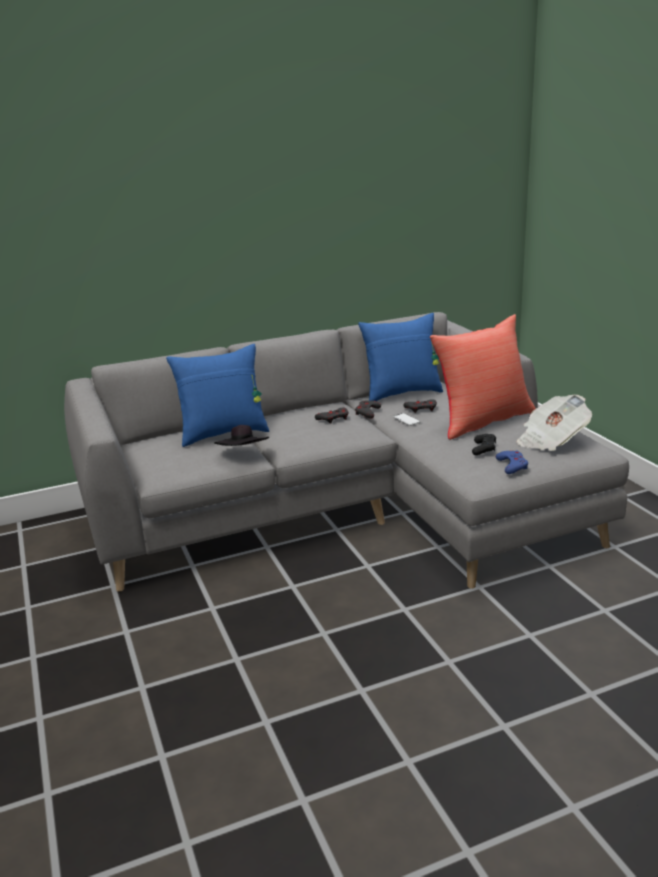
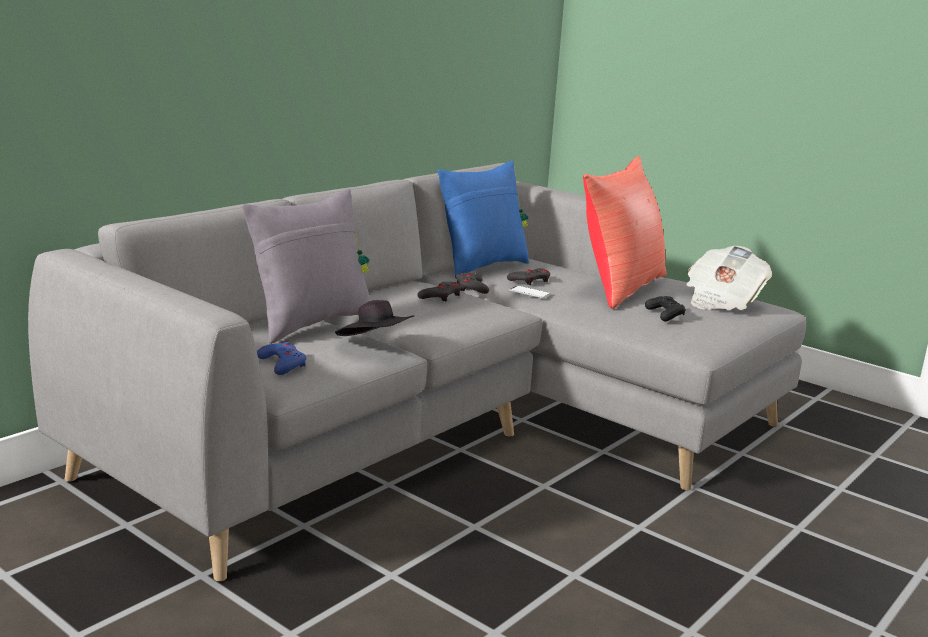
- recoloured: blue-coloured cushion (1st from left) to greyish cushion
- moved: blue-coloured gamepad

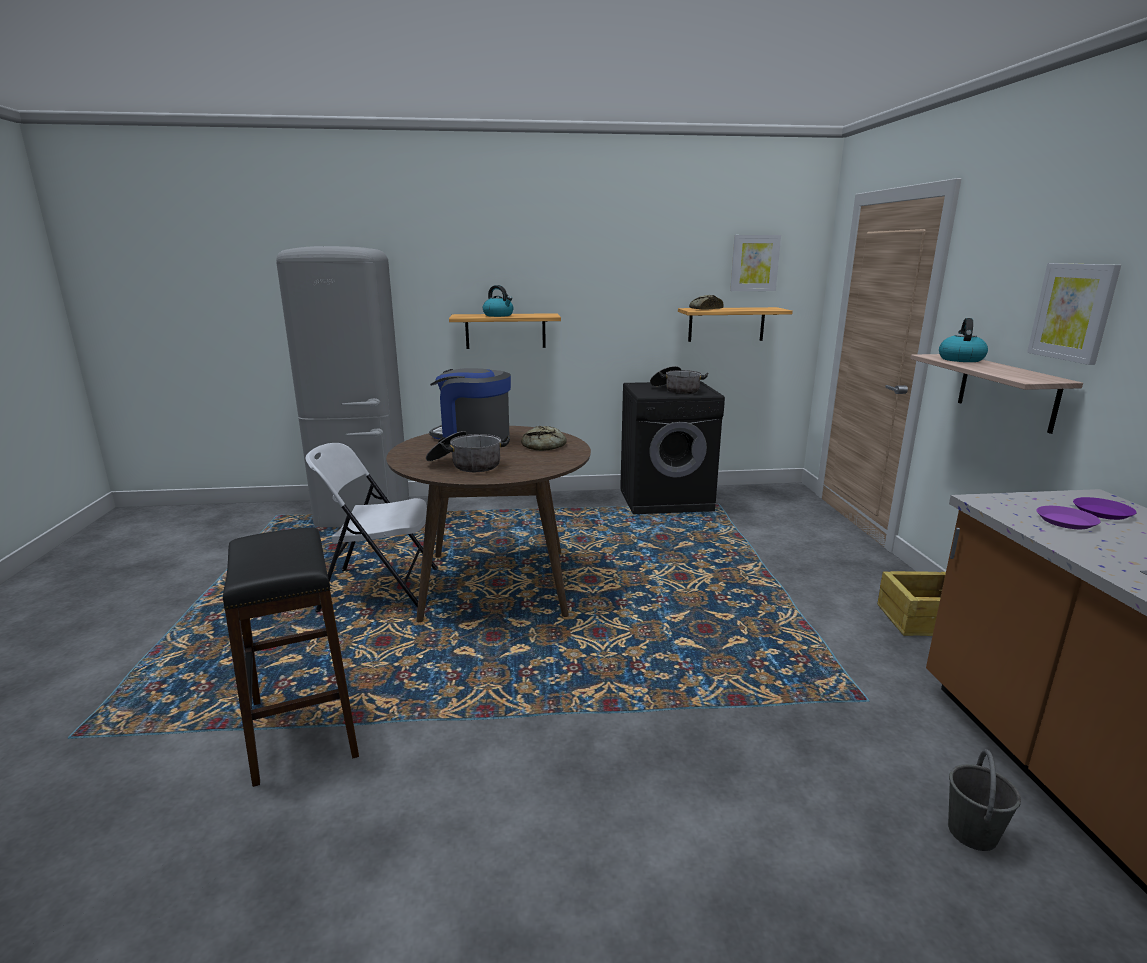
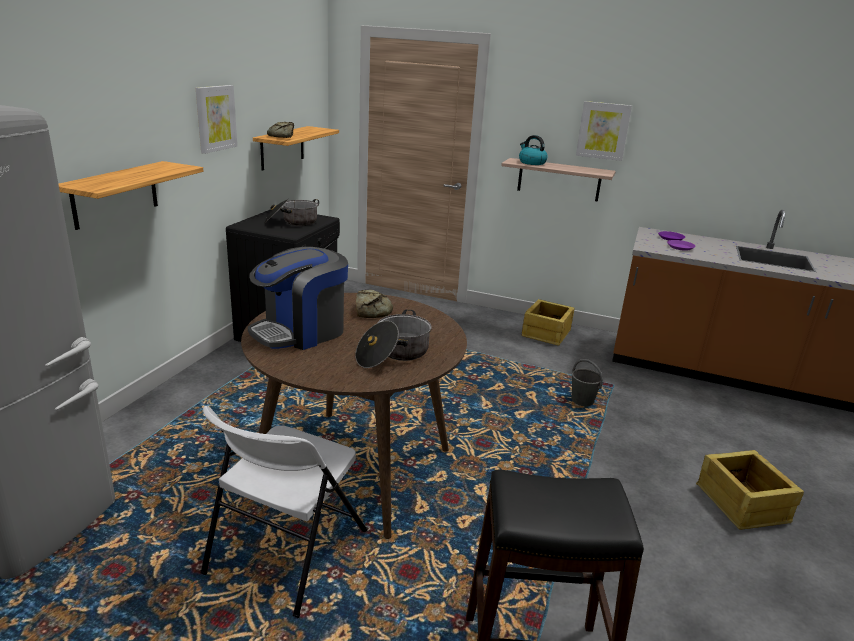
- moved: wall picture (1st from left)
- removed: water kettle (1st from left)
- moved: greyish bucket
- added: packing crate (2nd from left)

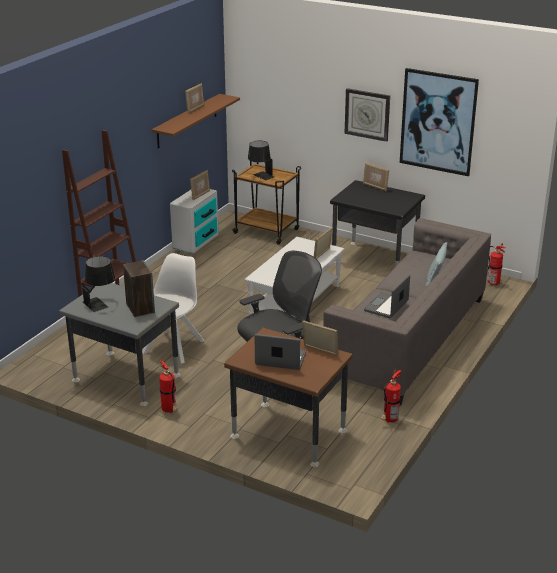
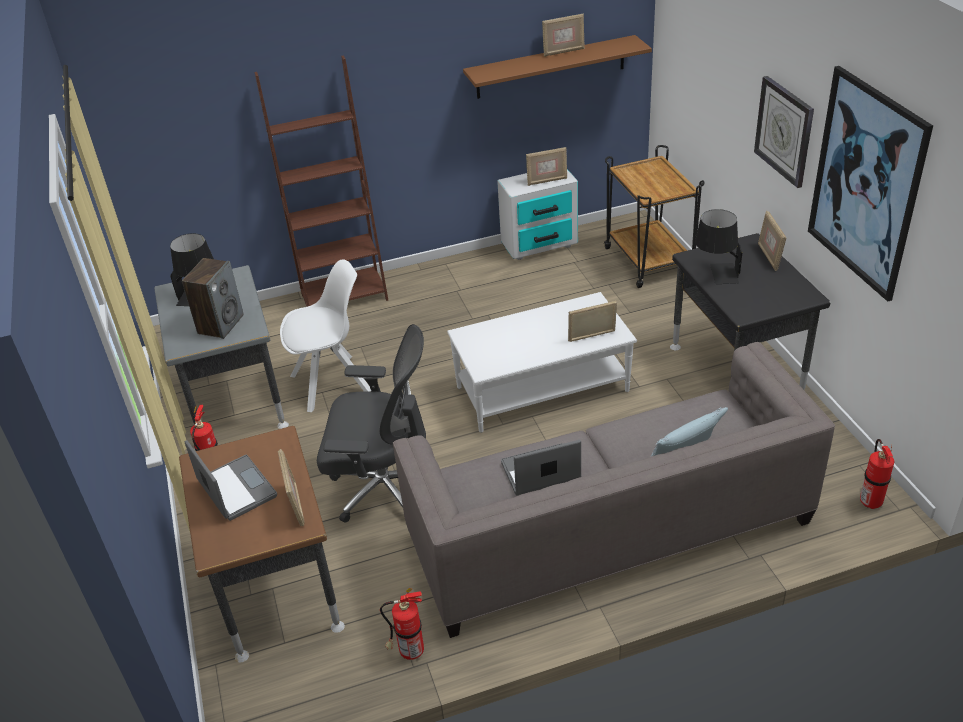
- moved: black table lamp (2nd from left)

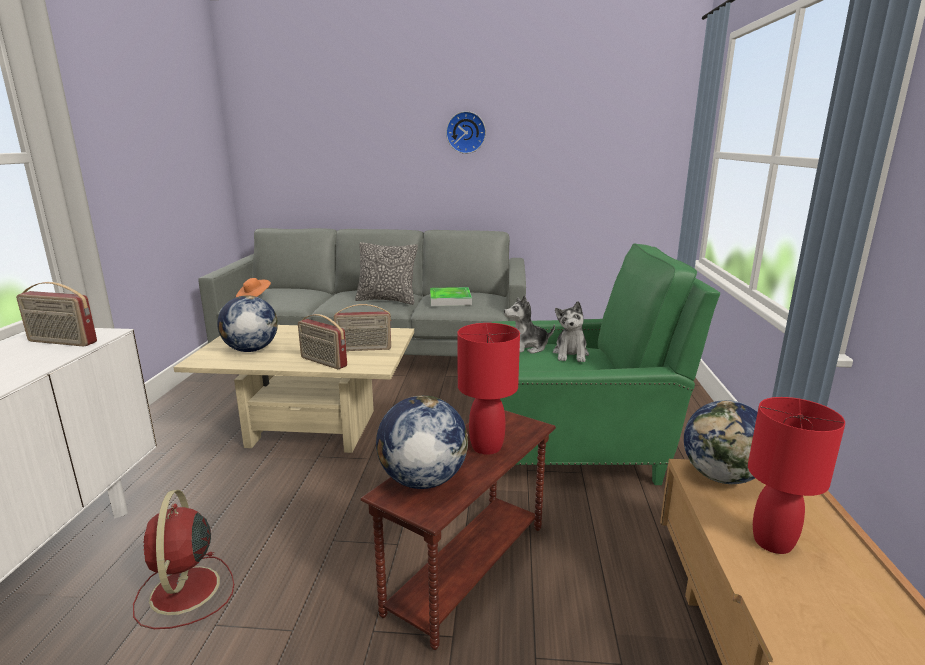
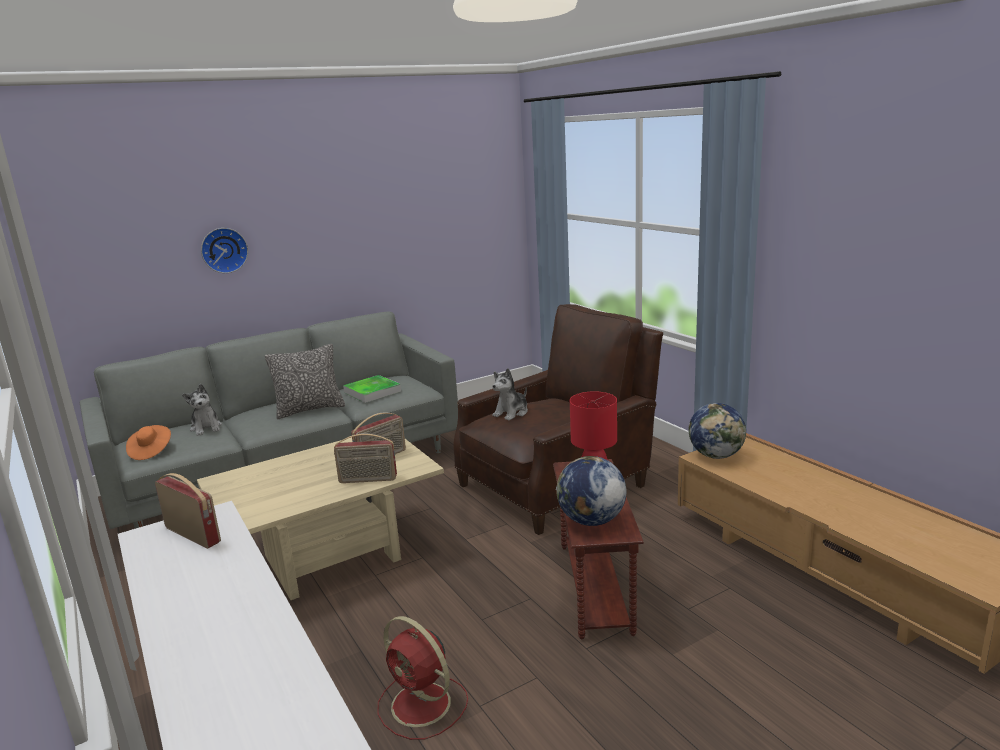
- moved: clock on the wall
- recoloured: green armchair to brown armchair
- turned: radio set (1st from left) 120 degrees counterclockwise
- removed: globe (1st from left)
- moved: plush toy (2nd from left in the first image) to plush toy (1st from left)
- removed: red-coloured table lamp (2nd from left)

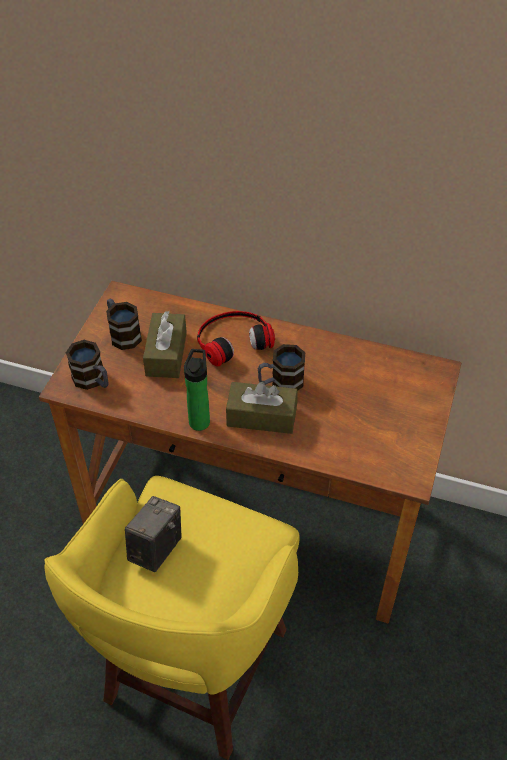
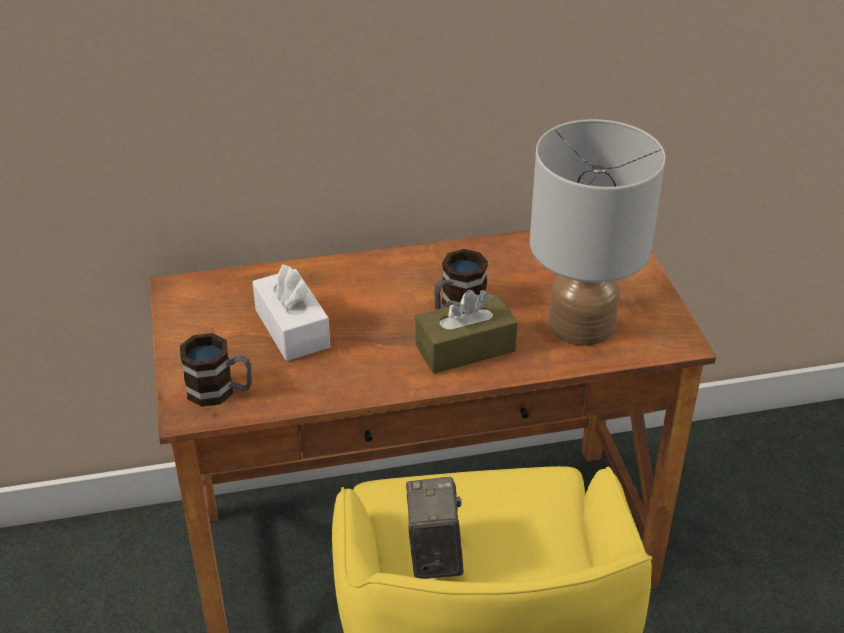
- removed: mug (2nd from left)
- recoloured: brown tissue holder (1st from left) to whitish tissue holder
- removed: headset
- removed: beverage bottle
- added: greyish table lamp

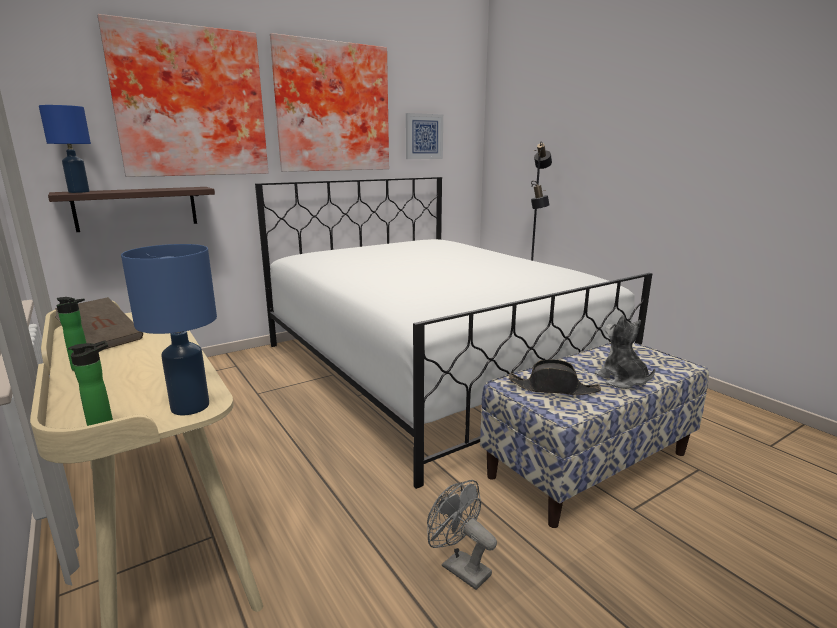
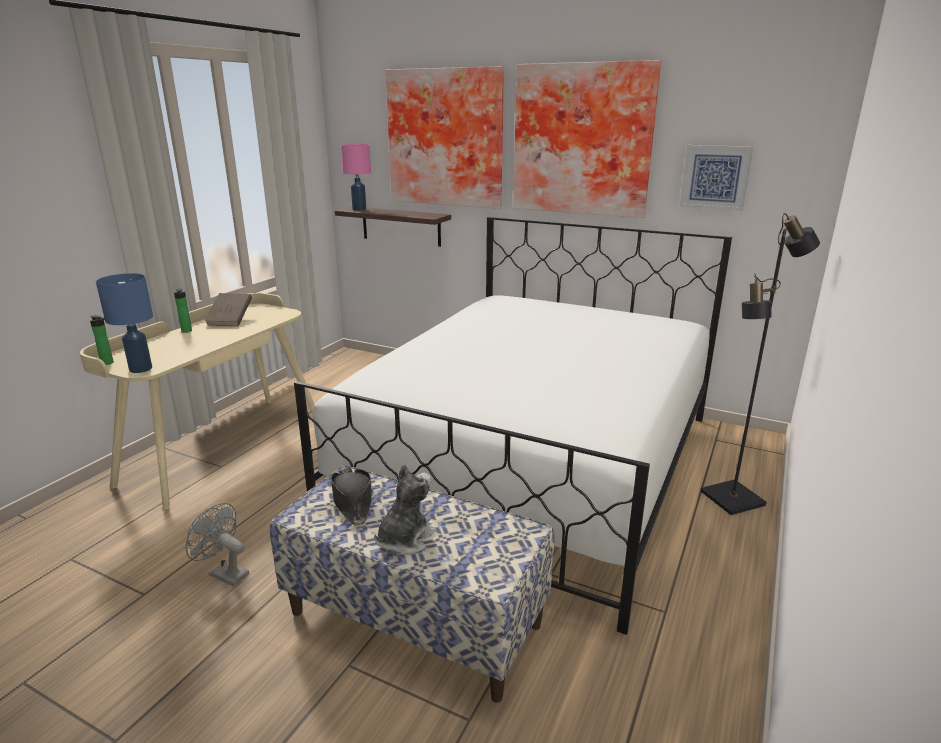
- recoloured: blue-coloured table lamp (1st from left) to pinkish table lamp
- turned: greyish cooling fan 75 degrees counterclockwise

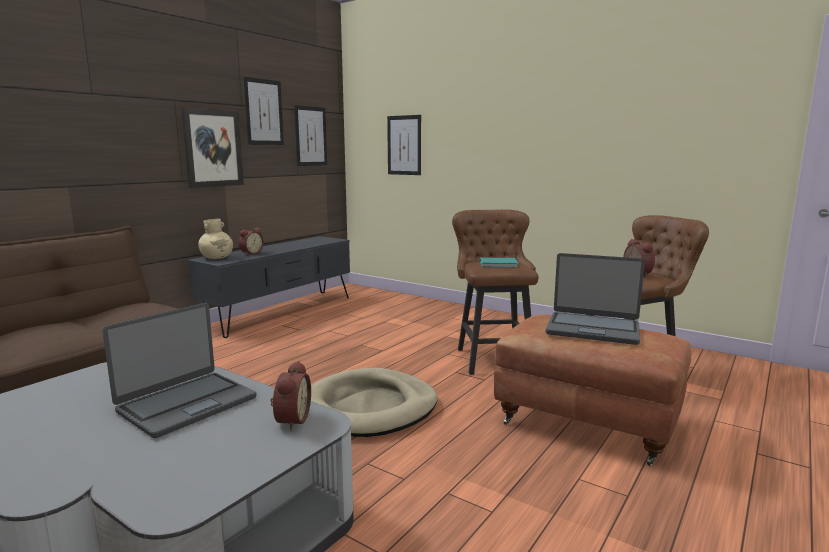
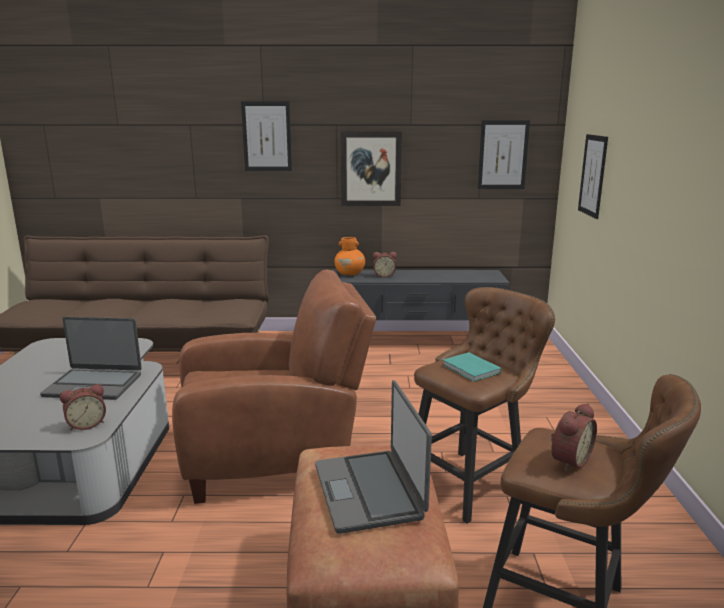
- moved: wall picture (2nd from left in the first image) to wall picture (1st from left)
- recoloured: beige-coloured vase to orange vase
- replaced: beige-coloured dog cushion to brown armchair

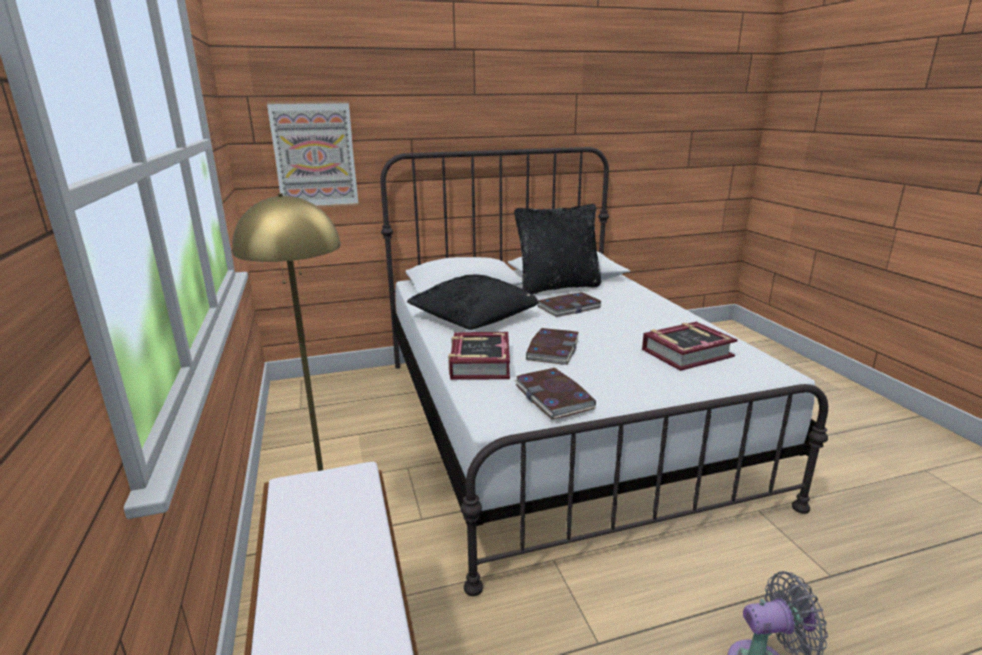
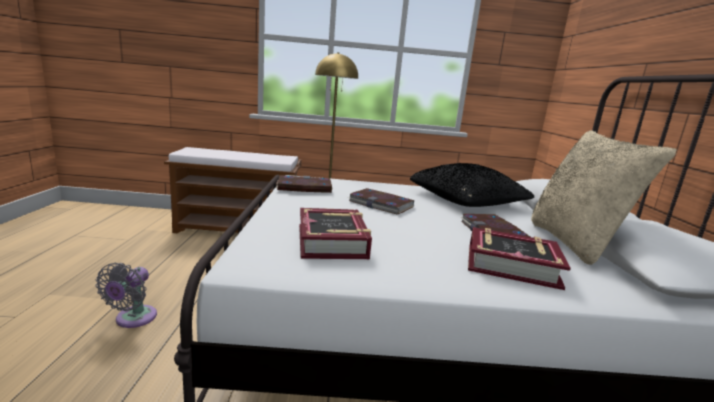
- removed: wall picture
- recoloured: black cushion (2nd from left) to beige-coloured cushion
- moved: book (1st from left in the first image) to book (5th from left)

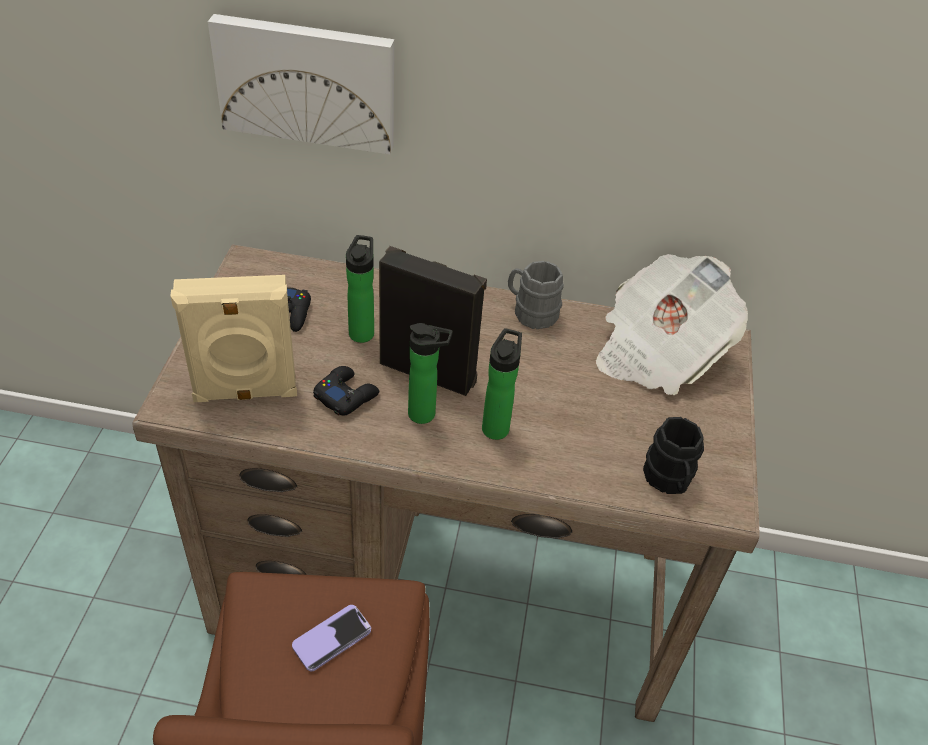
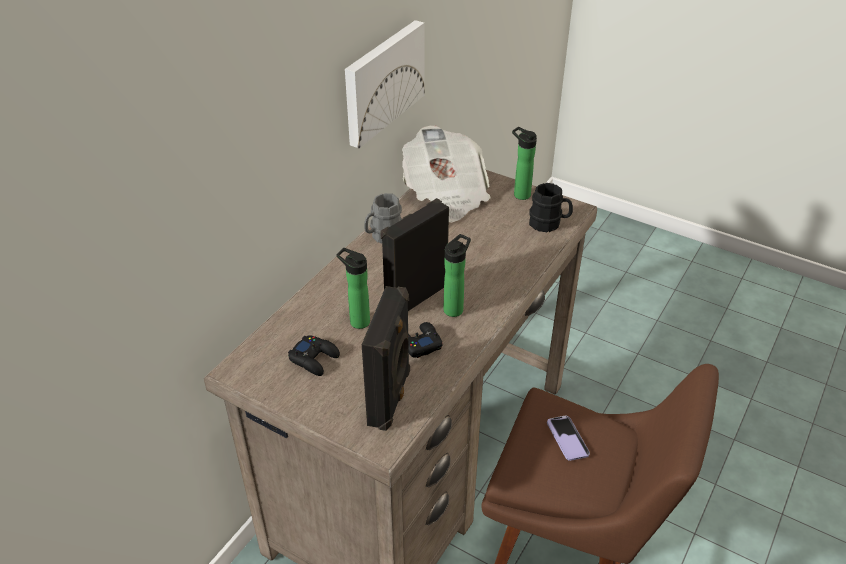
- moved: wall picture
- recoloured: beige-coloured audio speaker to black audio speaker (1st from left)
- moved: beverage bottle (3rd from left)

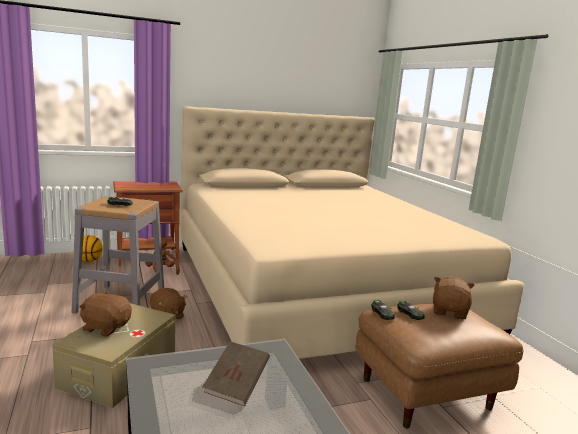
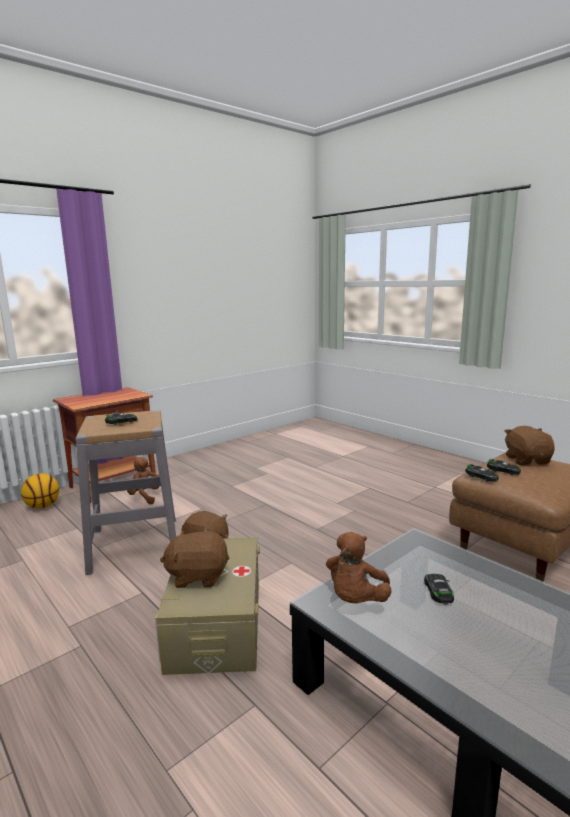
- removed: beige-coloured bed
- replaced: brown book to model car (2nd from left)
- added: brown plush toy (4th from left)

